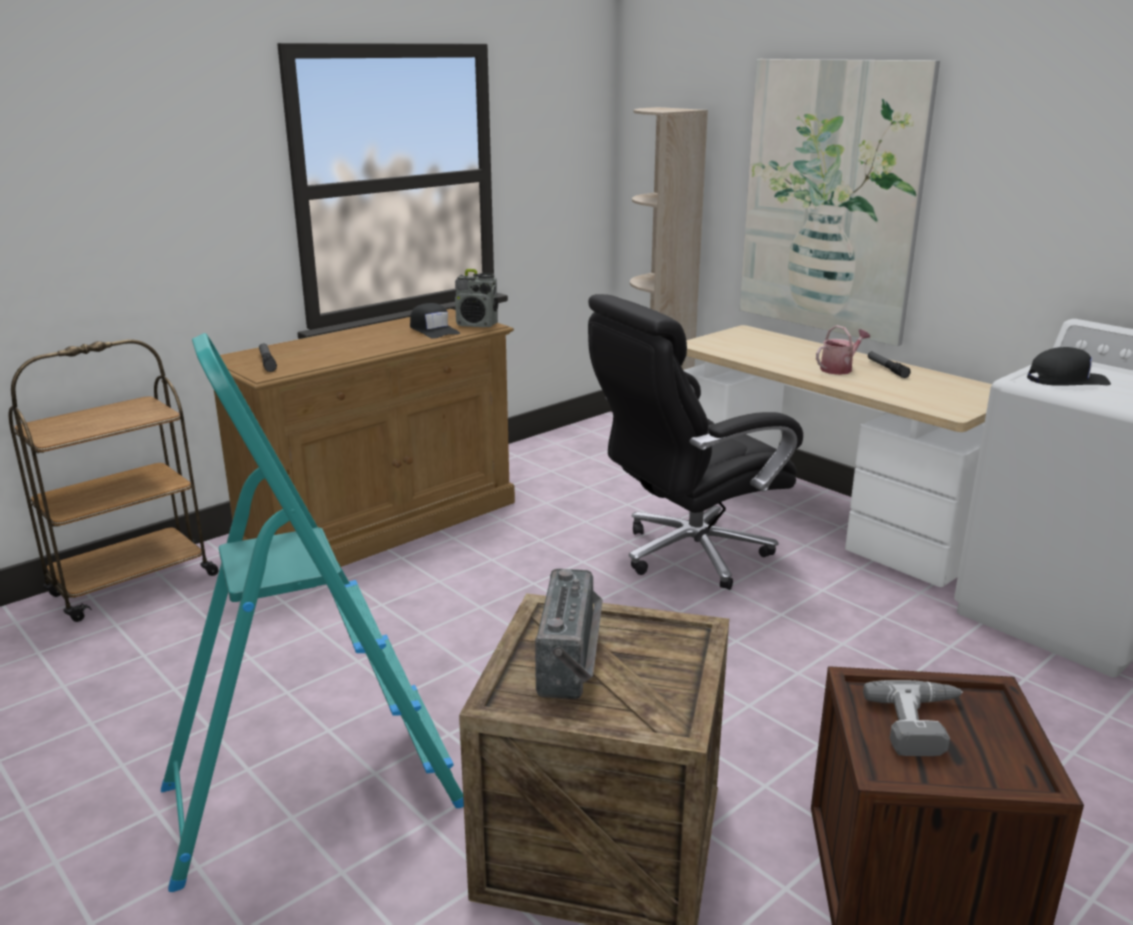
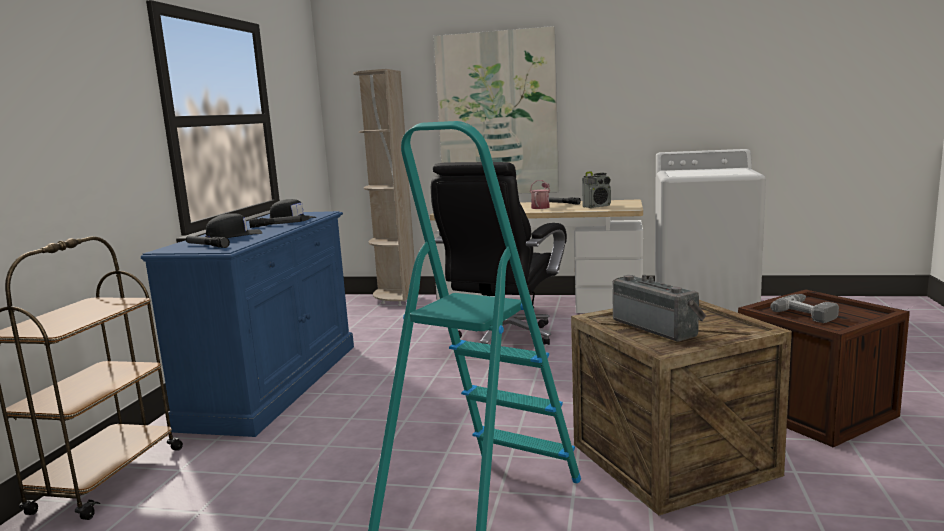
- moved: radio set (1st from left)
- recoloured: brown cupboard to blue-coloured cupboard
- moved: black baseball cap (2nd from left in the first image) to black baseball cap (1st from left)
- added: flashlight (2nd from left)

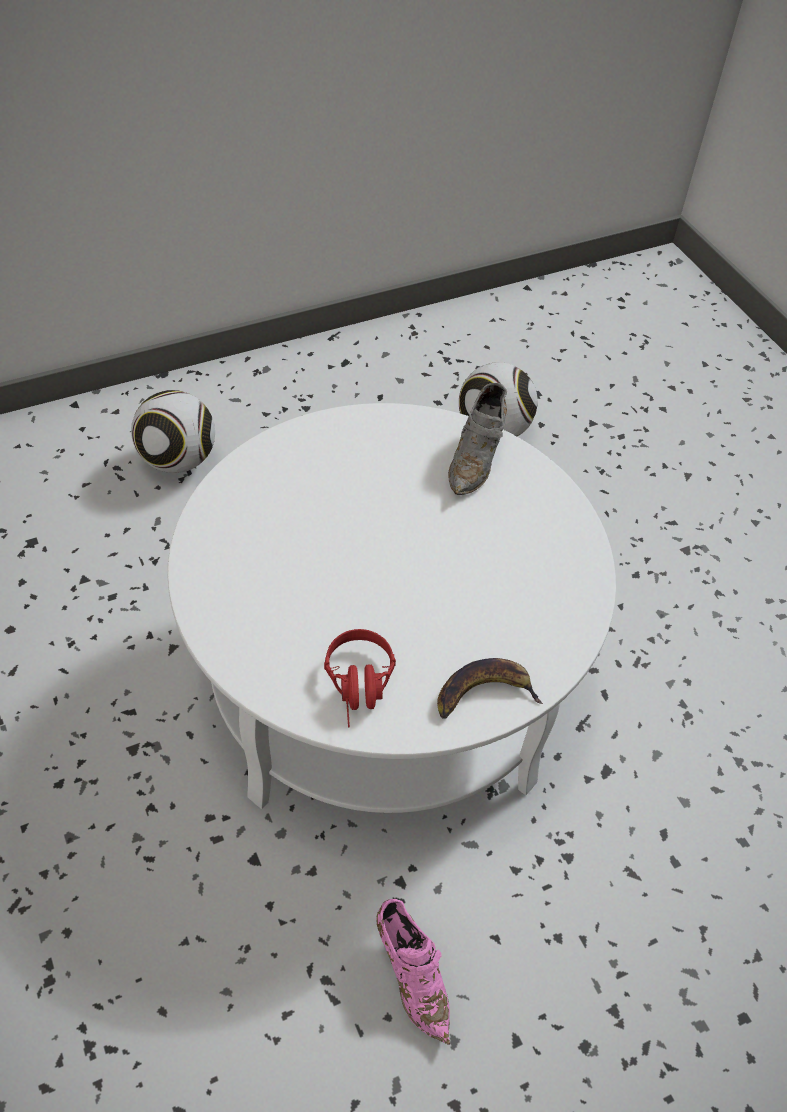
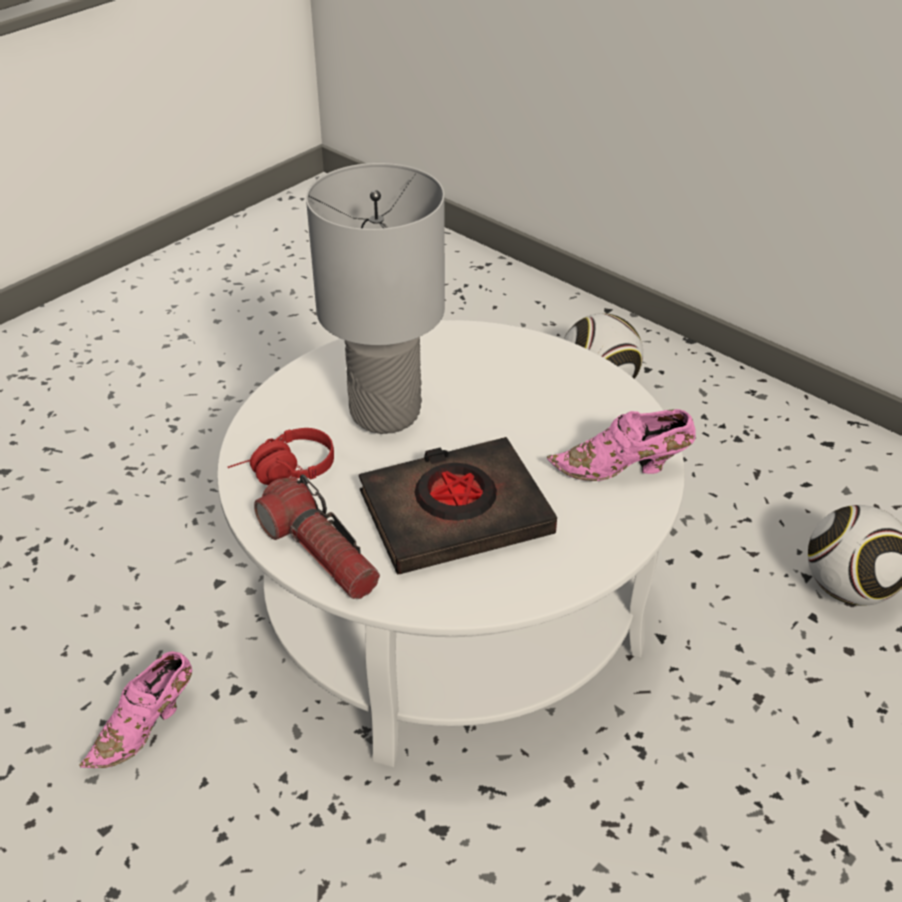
- recoloured: greyish low shoe to pinkish low shoe (2nd from left)
- replaced: whole banana to flashlight
- added: greyish table lamp
- added: black book

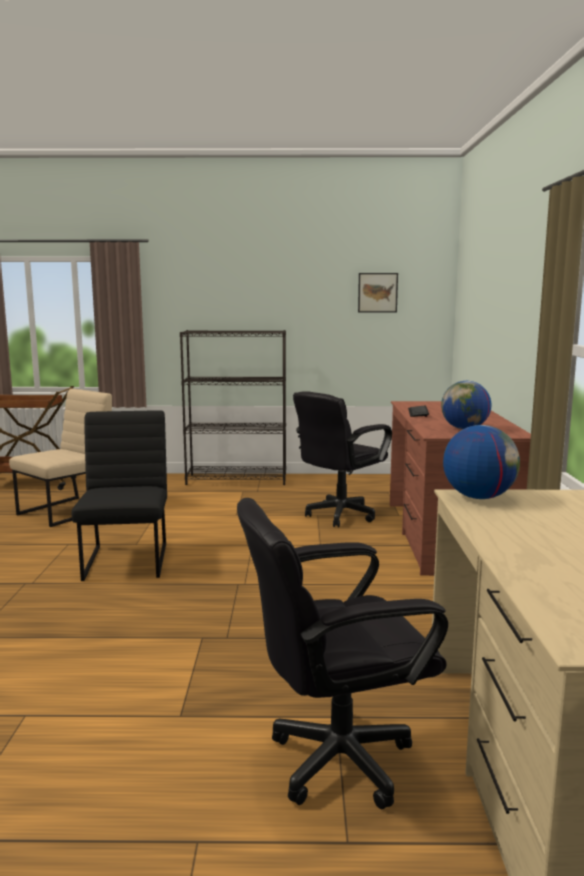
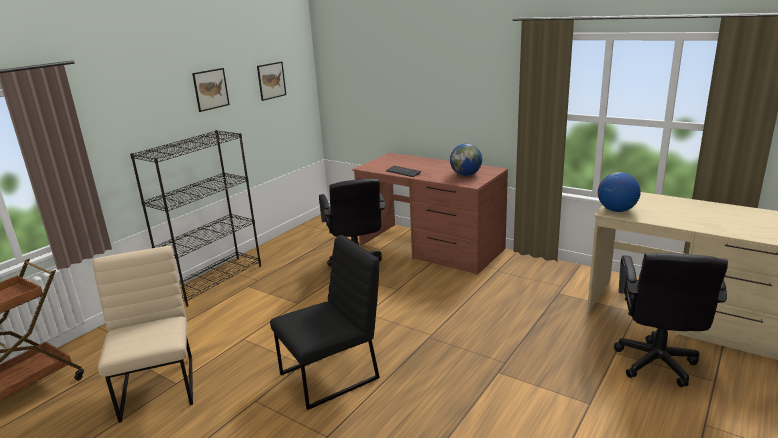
- turned: black chair 120 degrees clockwise
- added: wall picture (1st from left)

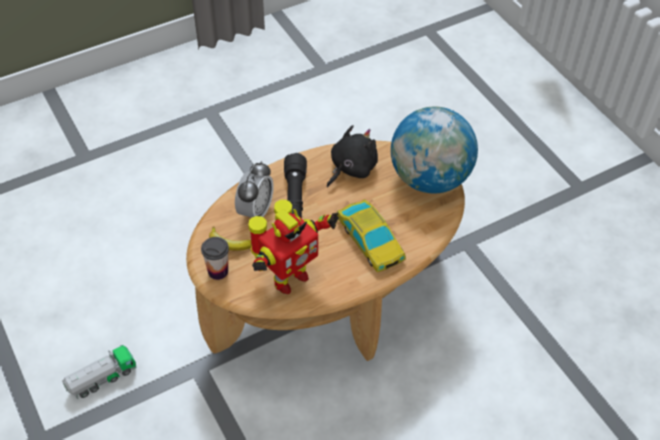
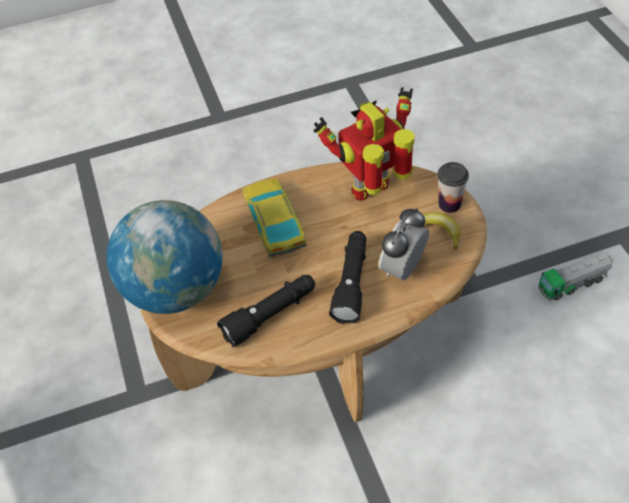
- replaced: black plush toy to black flashlight (1st from left)

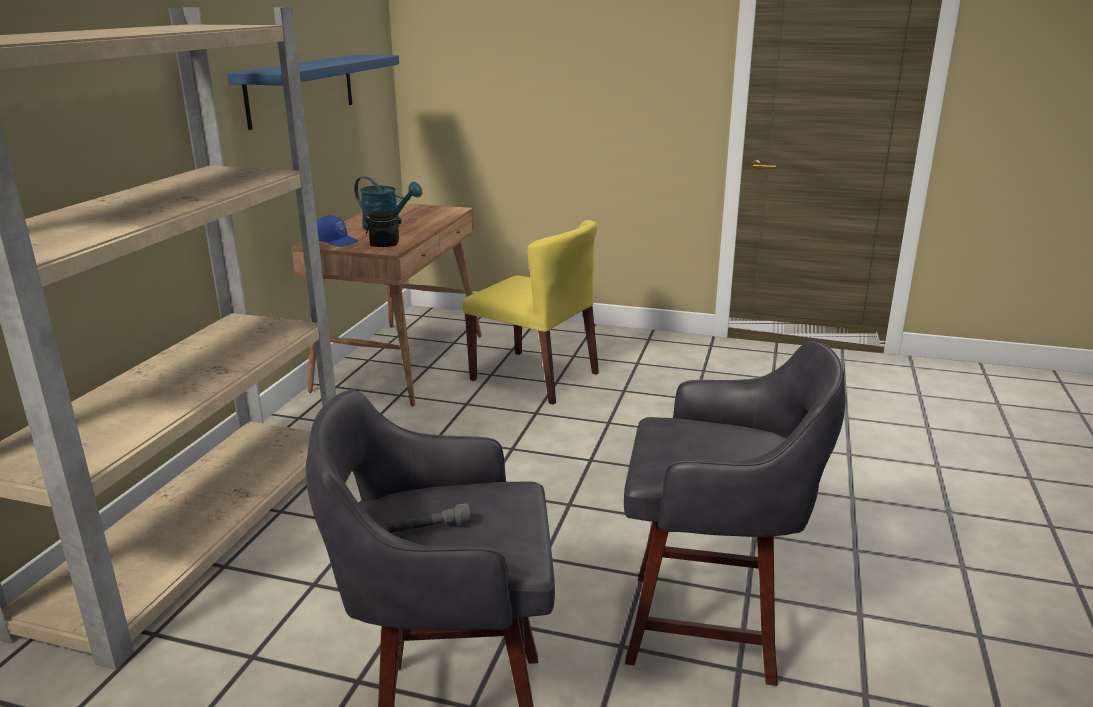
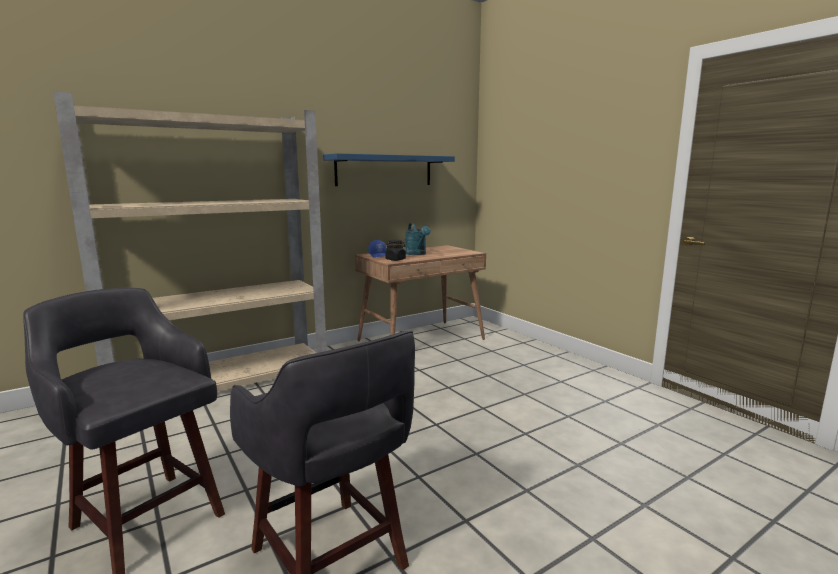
- removed: yellowish chair
- removed: greyish flashlight

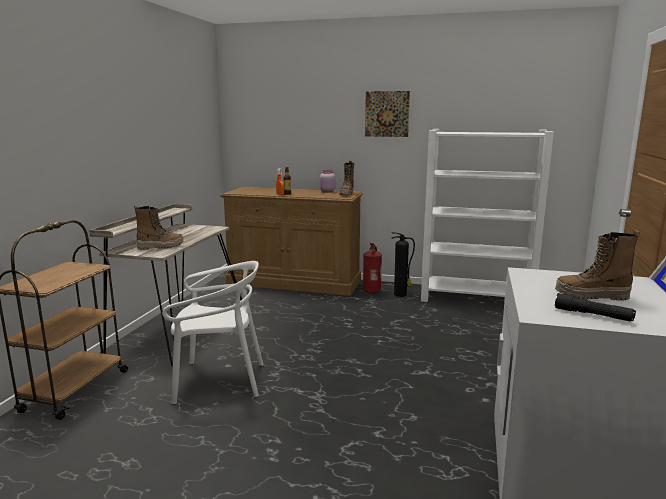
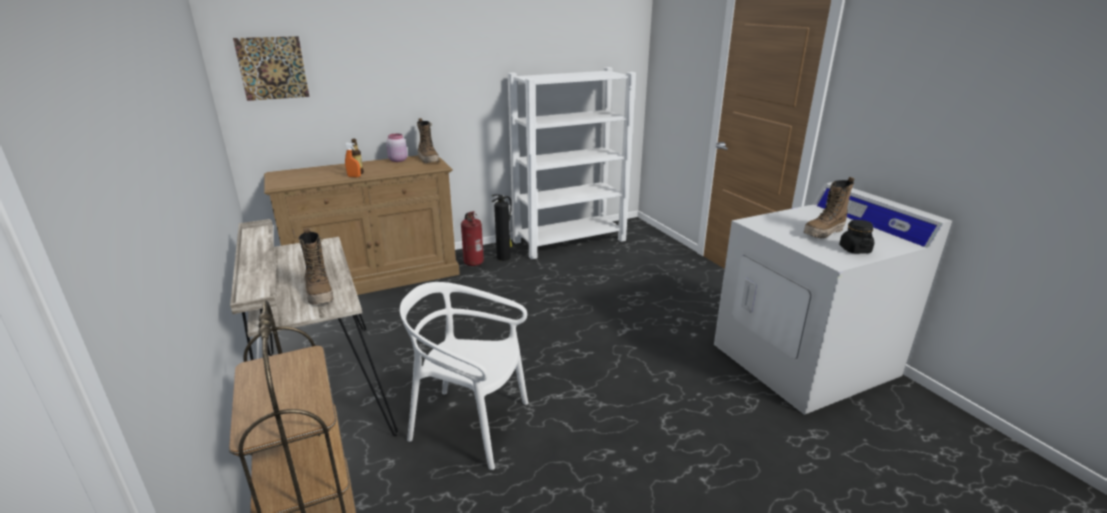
- moved: wall picture
- turned: boot (1st from left) 120 degrees clockwise
- turned: whitish chair 120 degrees counterclockwise
- replaced: black flashlight to black jar

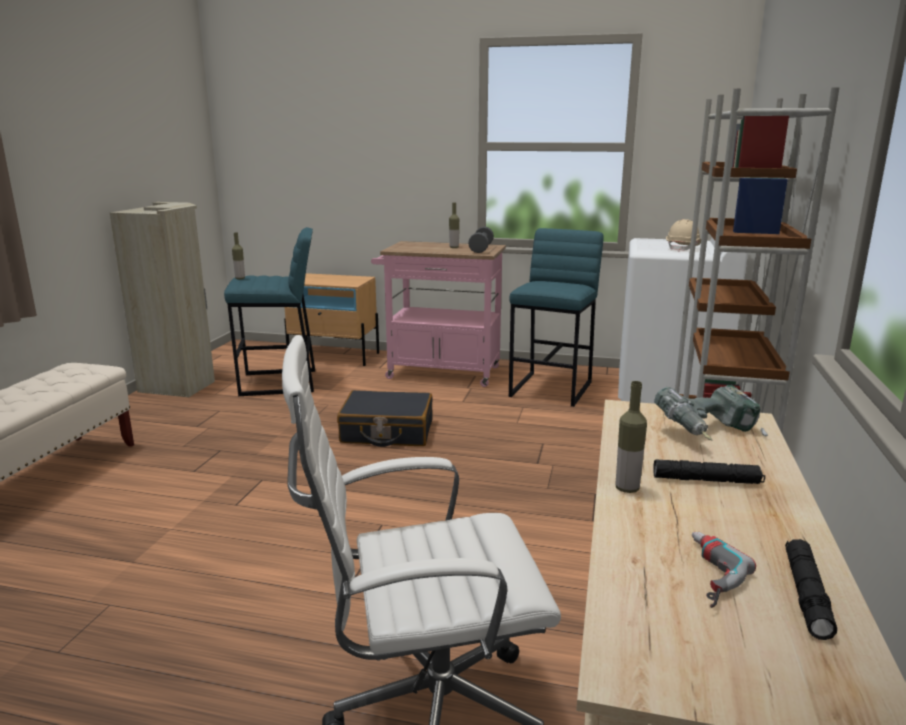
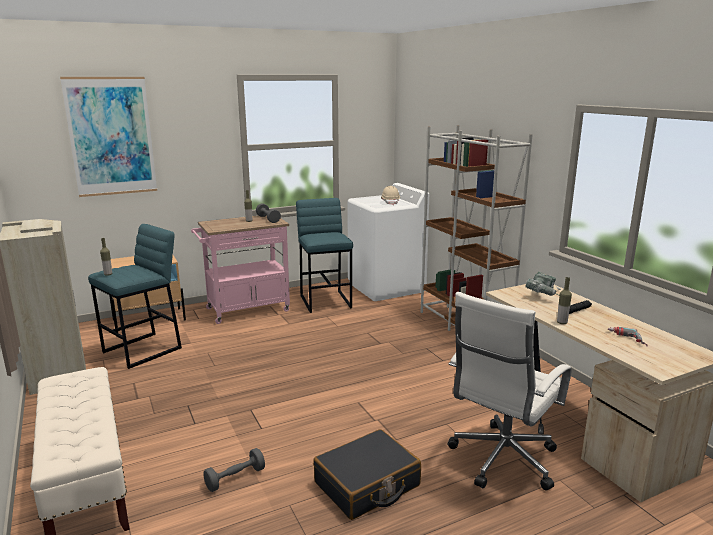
- moved: black piece of luggage
- removed: black flashlight (2nd from left)
- added: wall picture
- added: greyish dumbbell (1st from left)

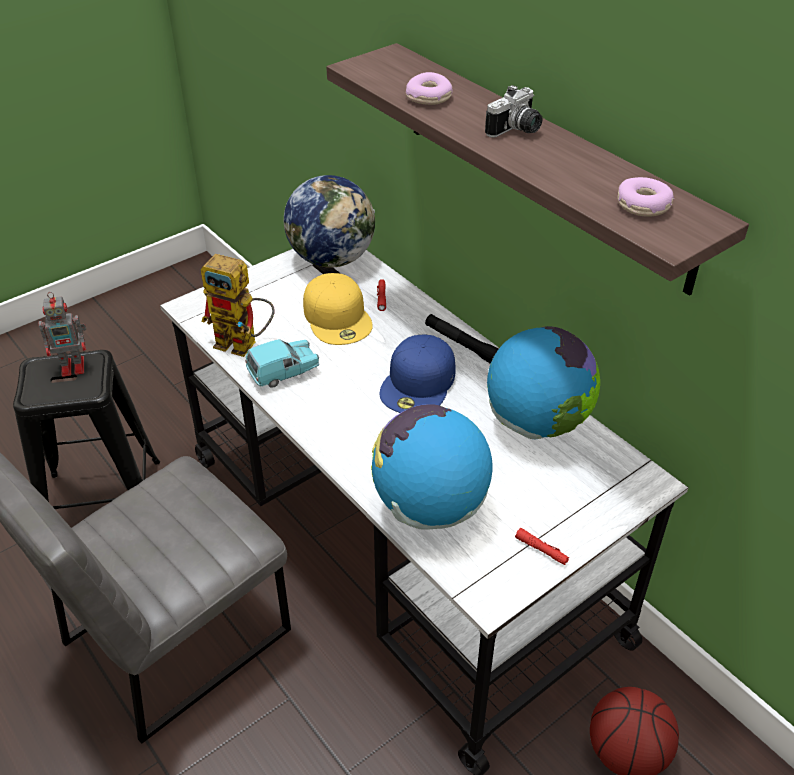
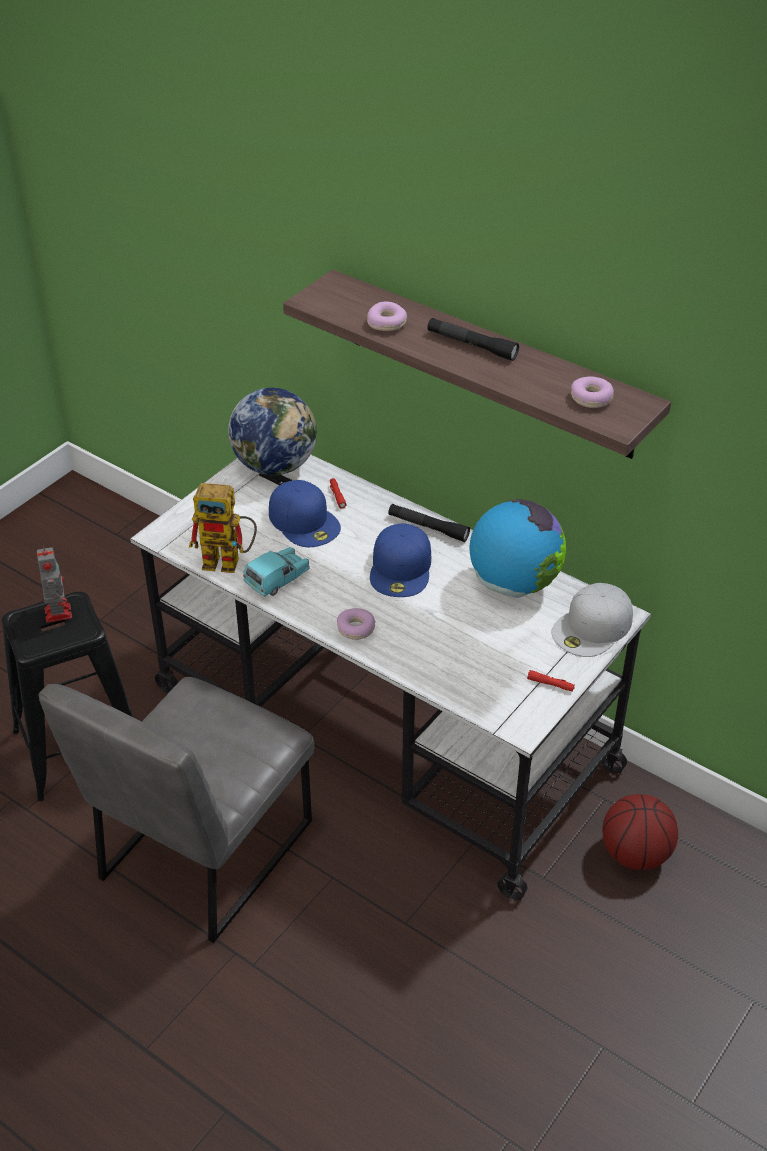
- replaced: photo camera to black flashlight (2nd from left)
- recoloured: yellowish baseball cap to blue-coloured baseball cap (1st from left)
- turned: model robot (1st from left) 75 degrees counterclockwise
- removed: globe (2nd from left)
- added: whitish baseball cap
- added: doughnut (1st from left)

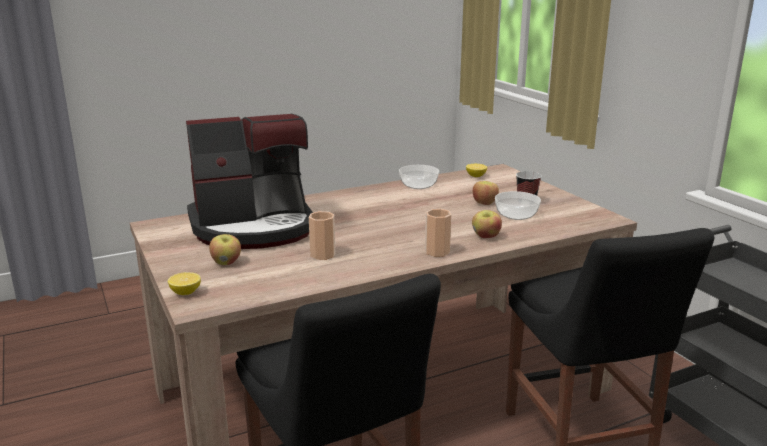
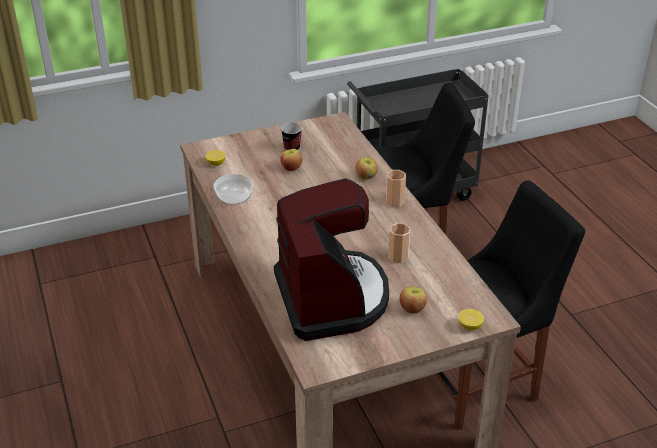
- removed: deep dish (2nd from left)

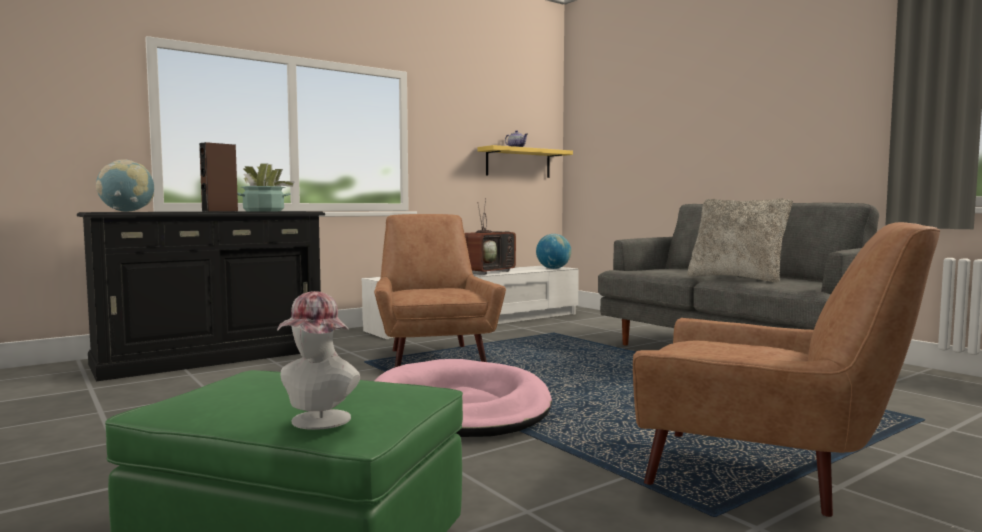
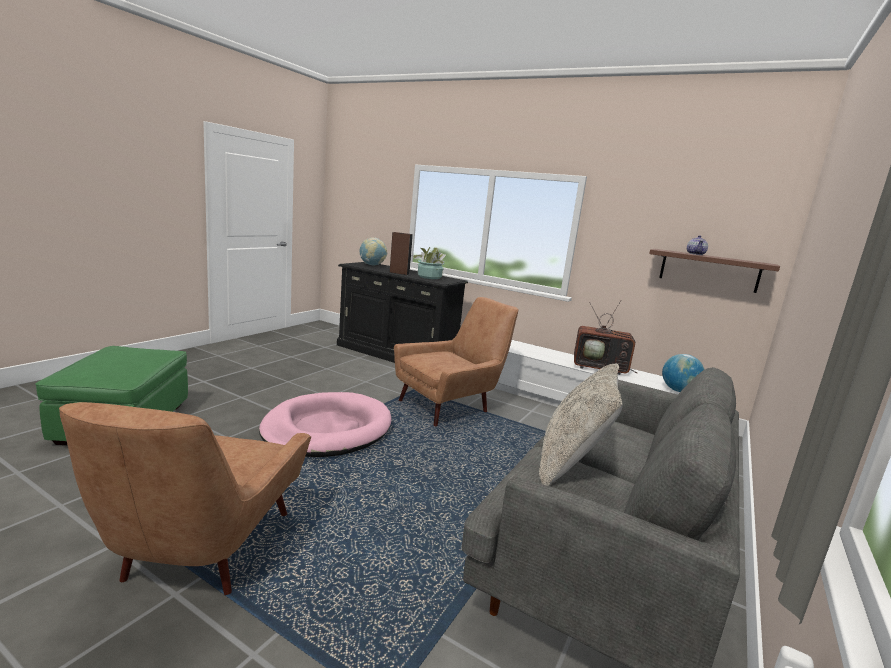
- recoloured: yellowish wall shelf to brown wall shelf
- removed: clothing hat

